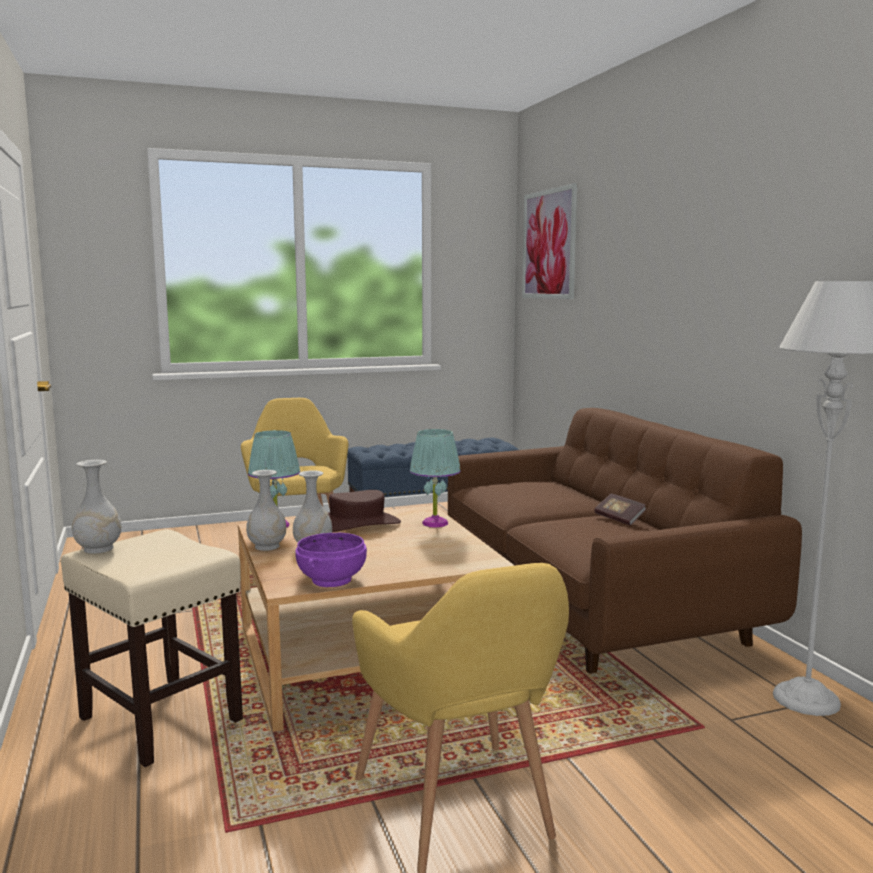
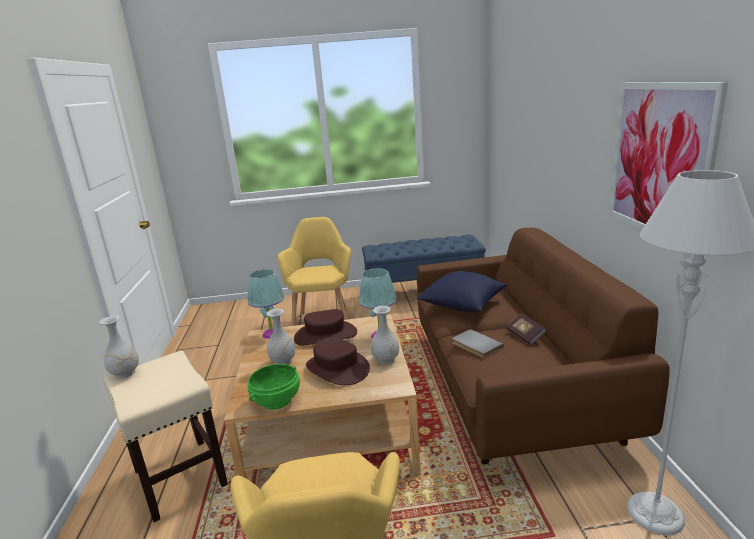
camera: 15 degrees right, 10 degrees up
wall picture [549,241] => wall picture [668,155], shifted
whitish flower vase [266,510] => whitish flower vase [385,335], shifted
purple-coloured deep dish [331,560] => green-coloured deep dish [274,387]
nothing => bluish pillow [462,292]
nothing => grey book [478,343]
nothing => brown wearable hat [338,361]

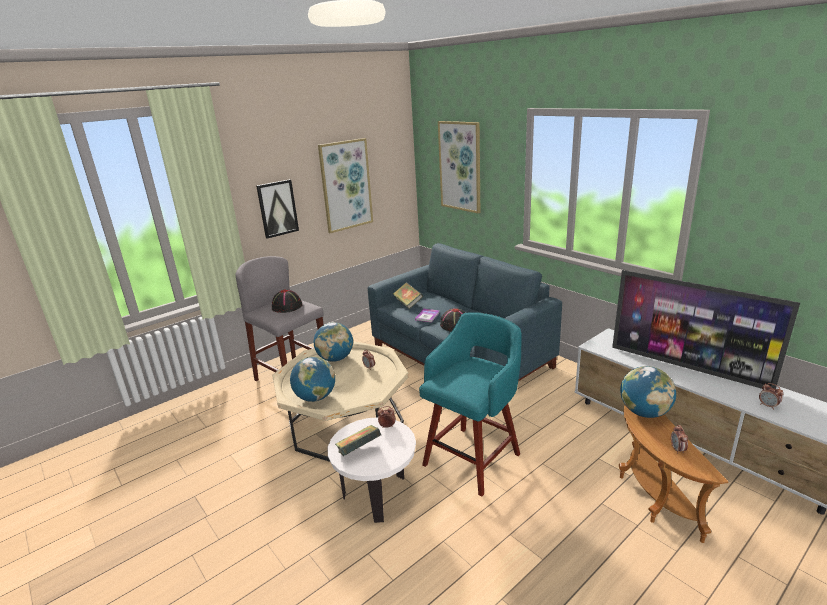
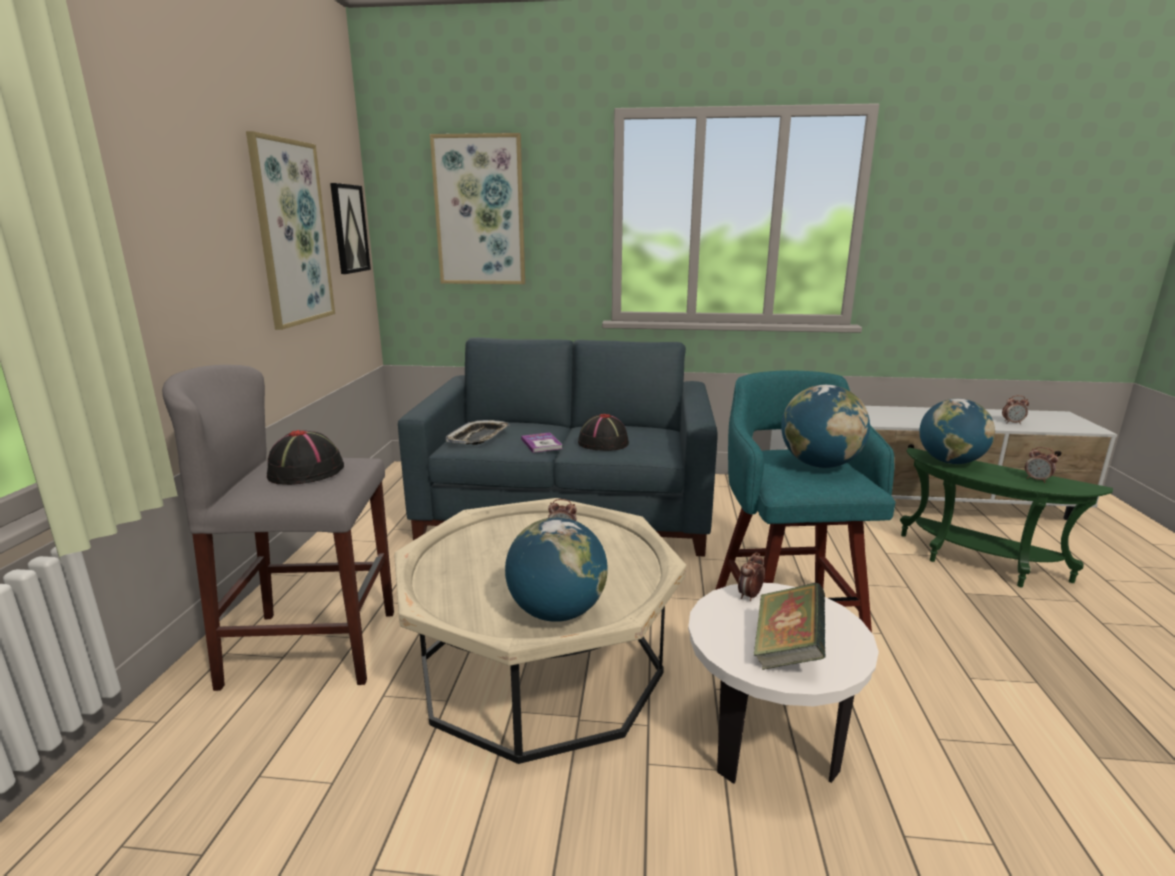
camera: 45 degrees left, 5 degrees down
wall picture [277,209] => wall picture [350,228], shifted
TV [706,329] => nothing
book [408,295] => carrying tray [477,432]
world globe [333,342] => world globe [825,426], shifted
brown end table [673,474] => green-coloured end table [1006,517]

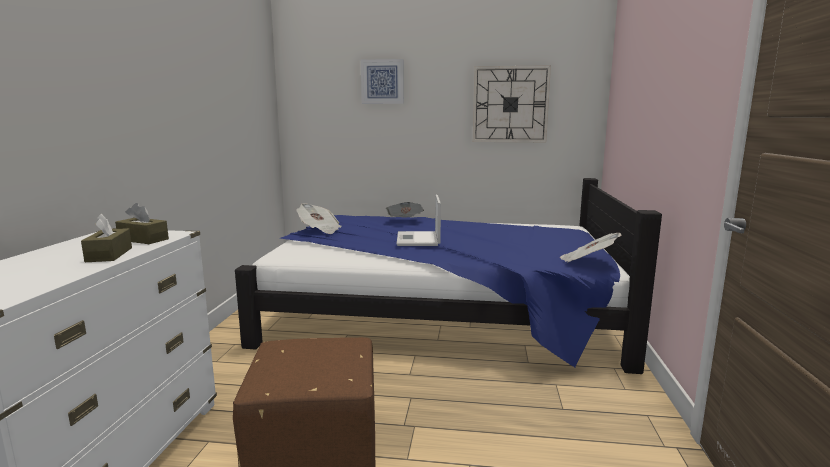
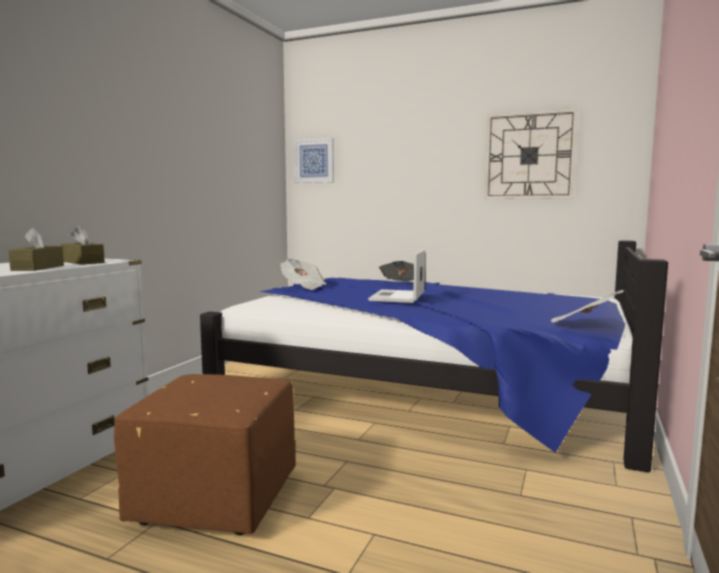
camera: 15 degrees right, 5 degrees down
wall picture [382,81] => wall picture [314,160], shifted

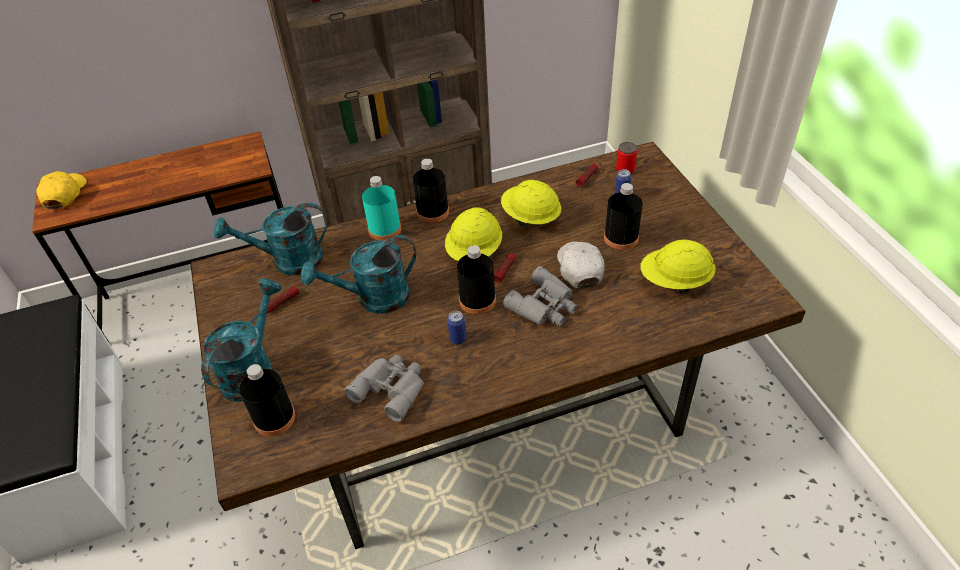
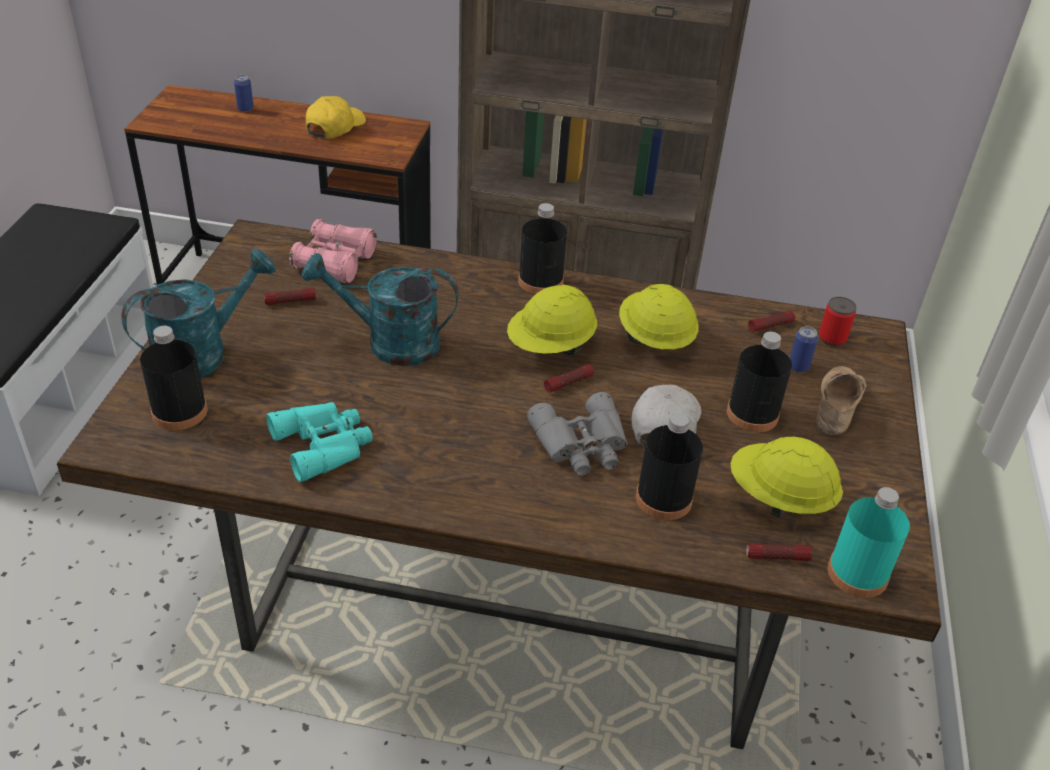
camera: 25 degrees right, 5 degrees down
yellowish peaked cap [61,190] => yellowish peaked cap [336,117], shifted
turquoise bottle [381,208] => turquoise bottle [869,542], shifted
turquoise sprinkling can [270,239] => pink binoculars [333,251]
black-coloured bottle [476,279] => black-coloured bottle [669,466], shifted
can [456,328] => can [244,93], shifted
grey binoculars [384,388] => turquoise binoculars [319,442]
nothing => beige-coloured shoe [841,400]
nothing => flashlight [779,552]

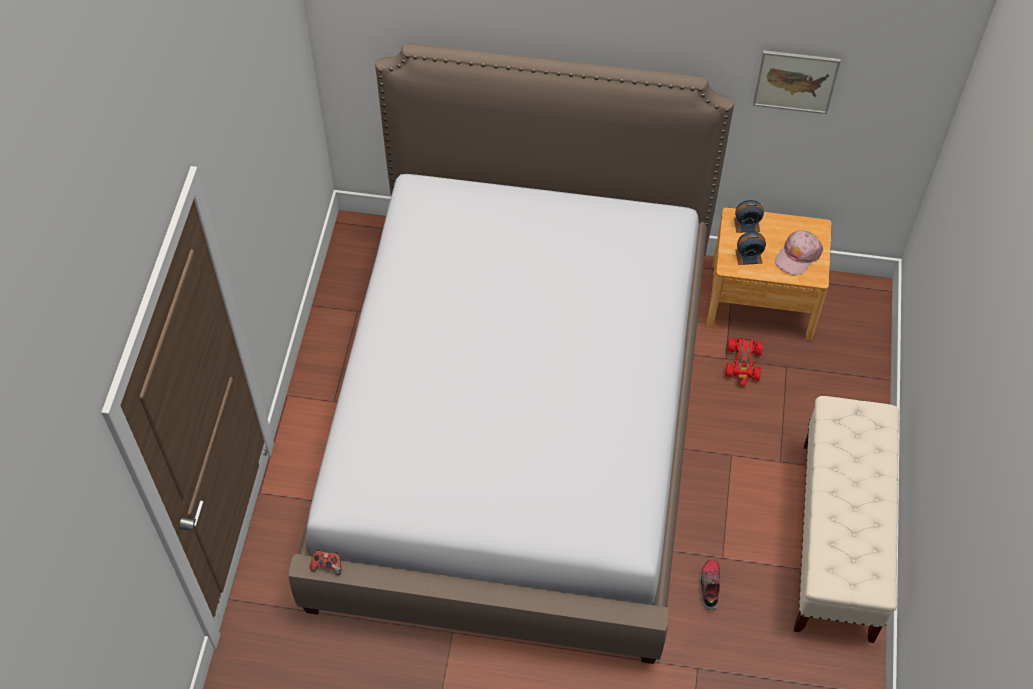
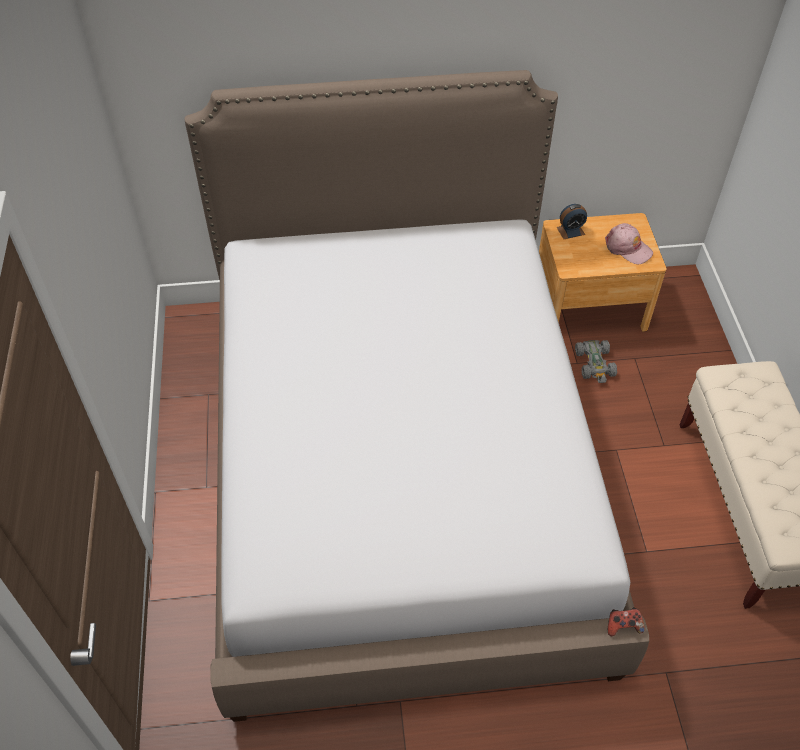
camera: 15 degrees left, 5 degrees down
wall picture [797,82] => nothing
pink peaked cap [799,253] => pink peaked cap [629,243], 75 degrees counterclockwise
alarm clock [750,248] => nothing
reddish miniature car [744,361] => grey miniature car [596,361]
gamepad [325,562] => gamepad [626,621], shifted
shoe [711,584] => nothing

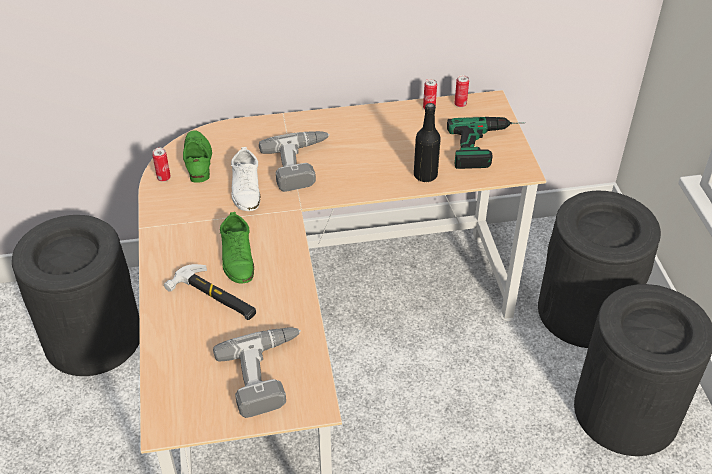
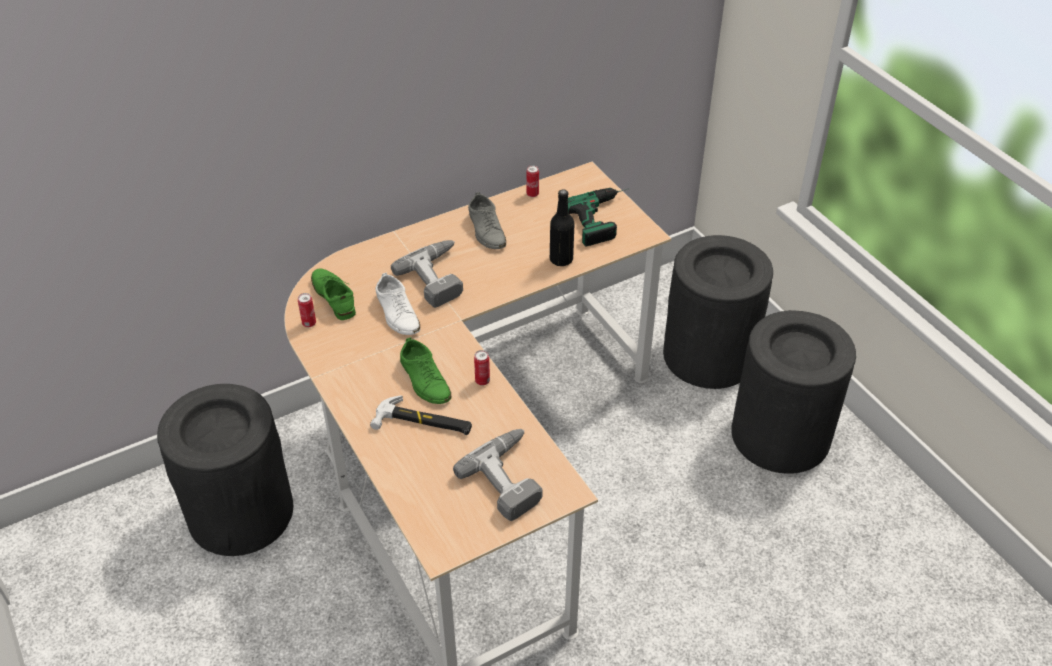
camera: 20 degrees left, 0 degrees up
can [461,91] => can [482,368], shifted
nothing => grey shoe [487,220]

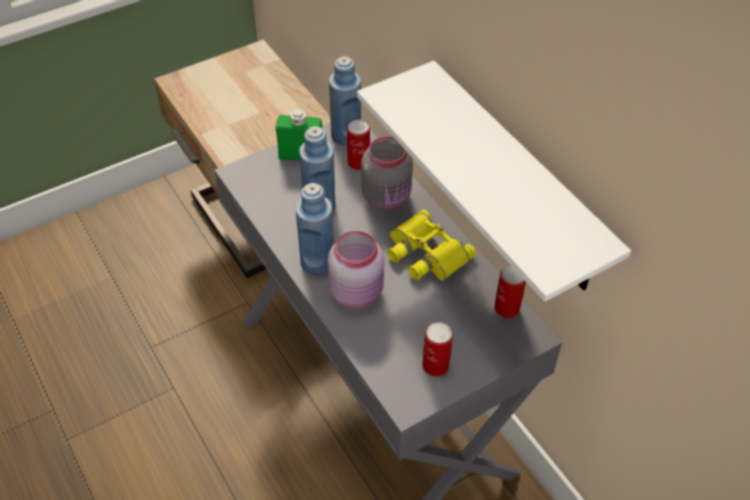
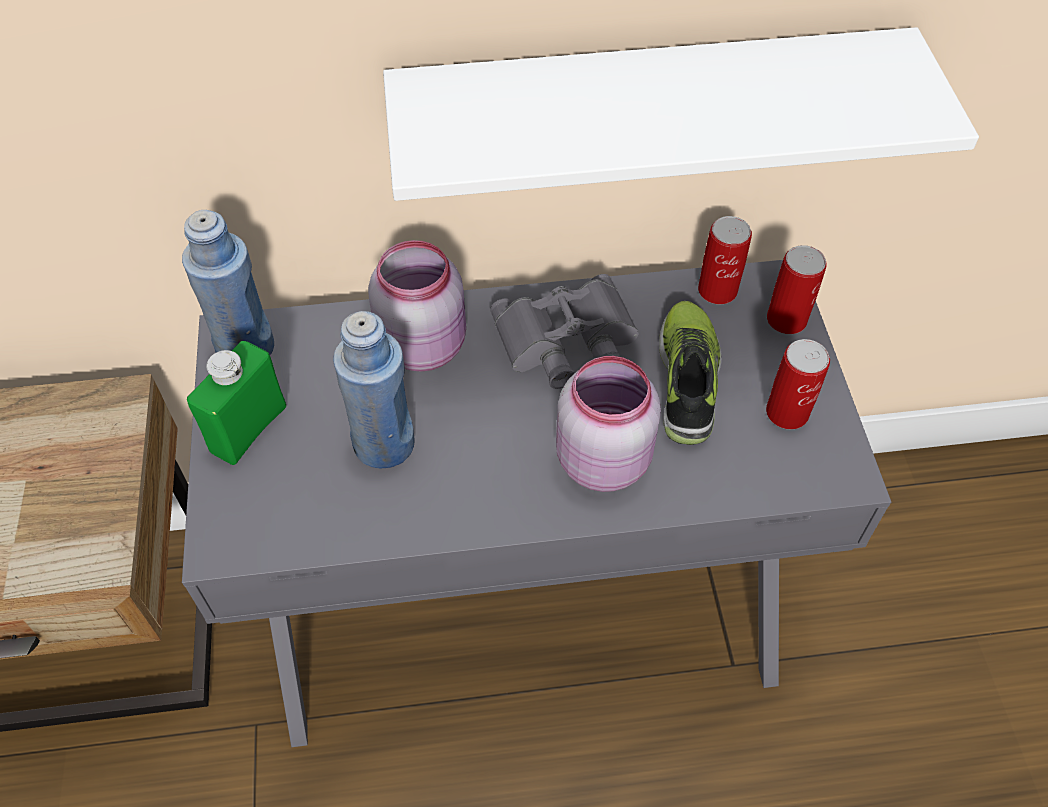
camera: 65 degrees left, 5 degrees up
can [358,145] => can [797,289], shifted
grey storage jar [387,173] => pink storage jar [417,306]
bluish bottle [315,229] => nothing
yellowish binoculars [431,245] => grey binoculars [564,331]
nothing => shoe [690,373]

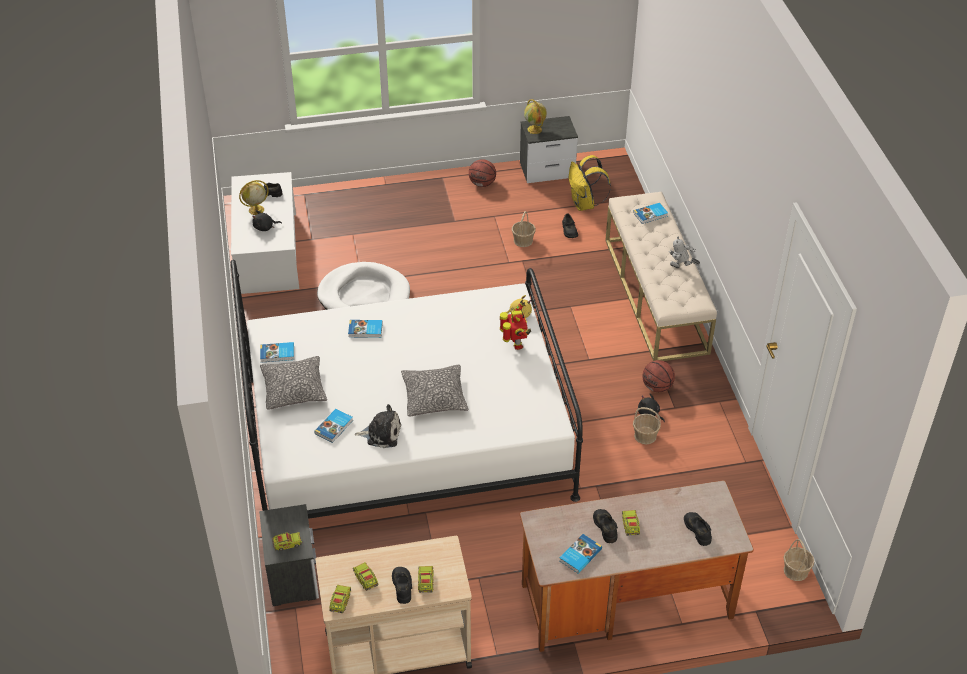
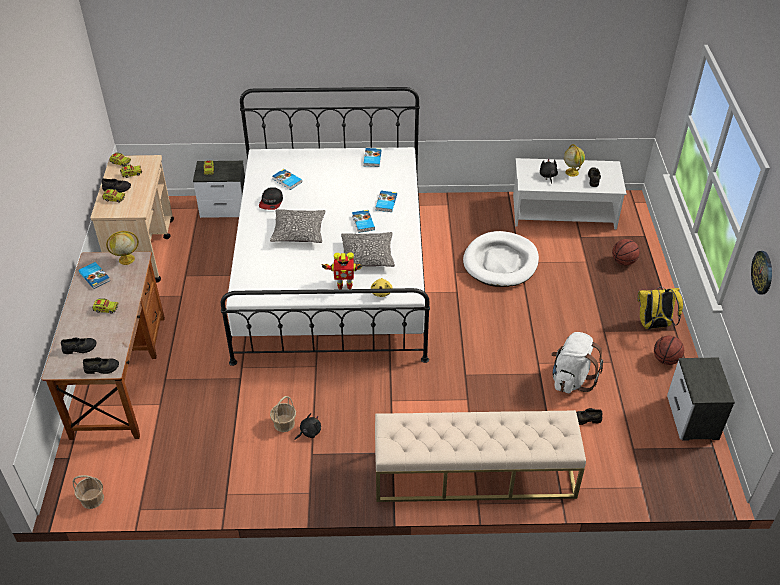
camera: 100 degrees right, 0 degrees up
world globe [535,116] => world globe [122,248], shifted
yellowish rucksack [590,183] => yellowish rucksack [660,308], shifted
book [650,213] => book [363,221], shifted
household basket [524,229] => whitish rucksack [577,362]
robot figure [684,252] => nothing
pillow [293,383] => pillow [368,249], shifted
basketball [658,376] => basketball [626,252], shifted
plush toy [377,426] => peaked cap [271,198]
black-coloured shoe [605,526] => black-coloured shoe [101,365], shifted
nothing => hanging clock [761,273]

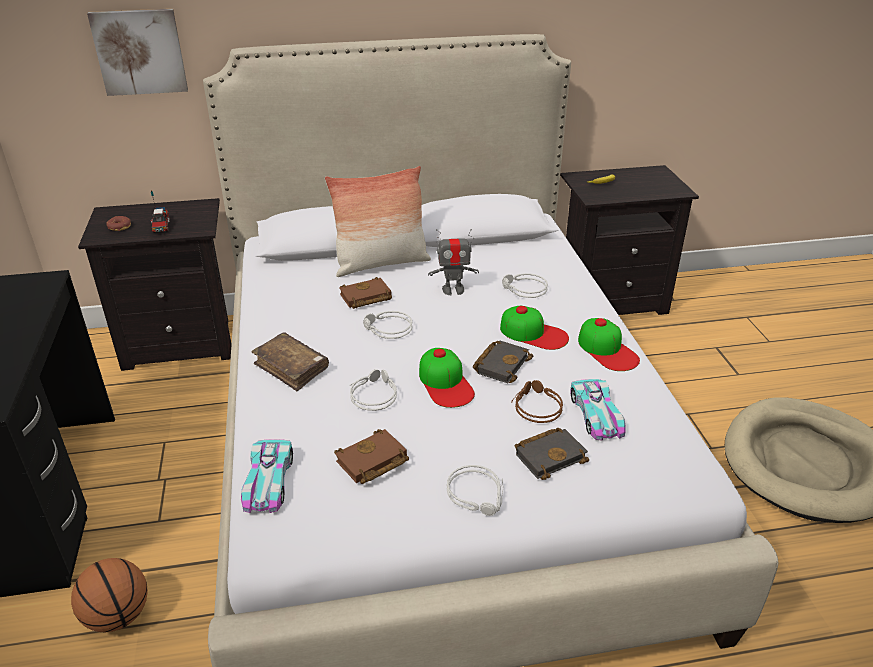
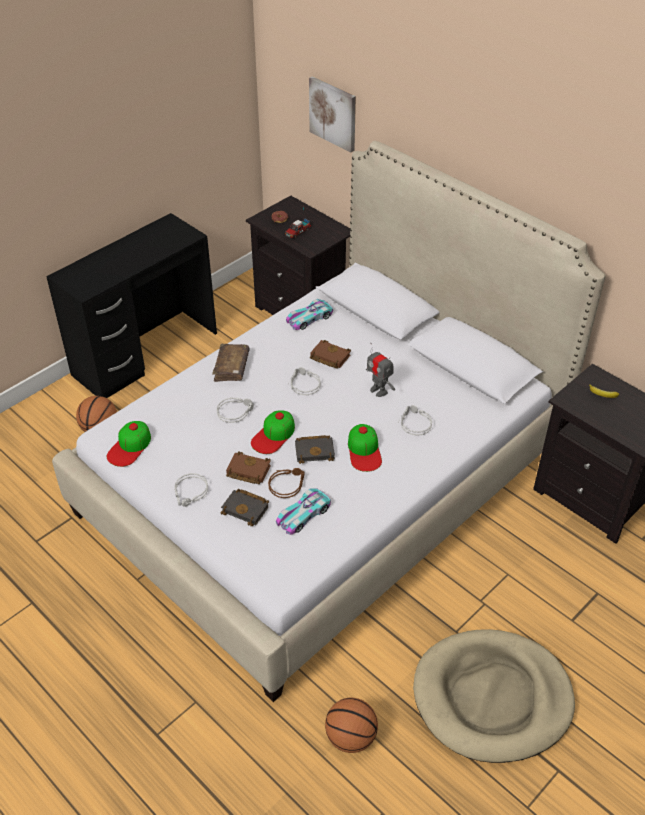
camera: 55 degrees right, 10 degrees up
pillow [378,221] => nothing
peaked cap [609,344] => peaked cap [129,444], shifted
brown book [371,456] => brown book [248,467], shifted
miniature car [267,476] => miniature car [309,314], shifted
nothing => basketball [351,725]

